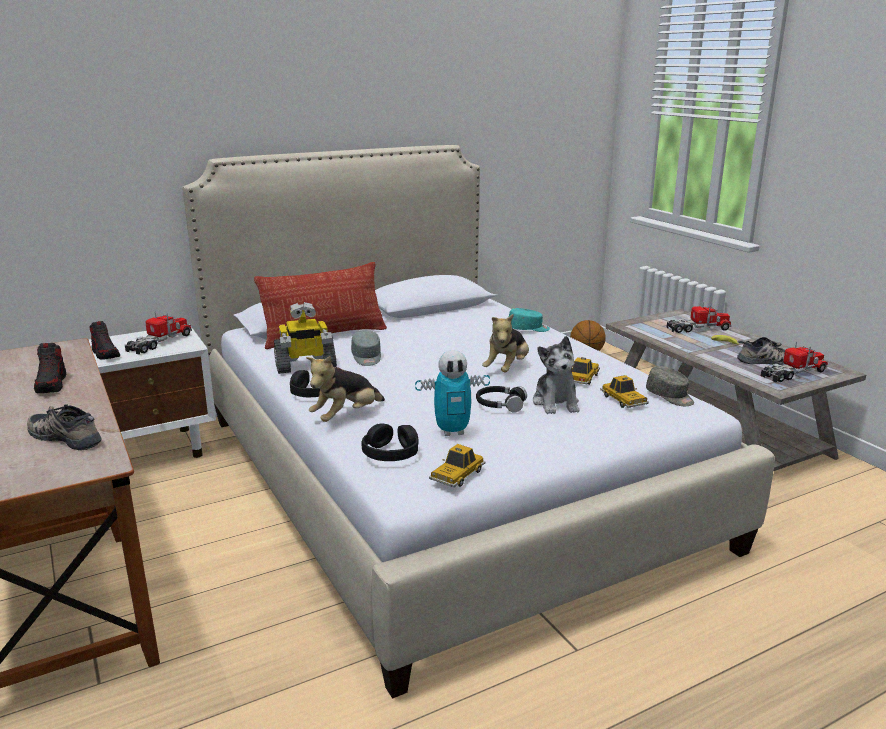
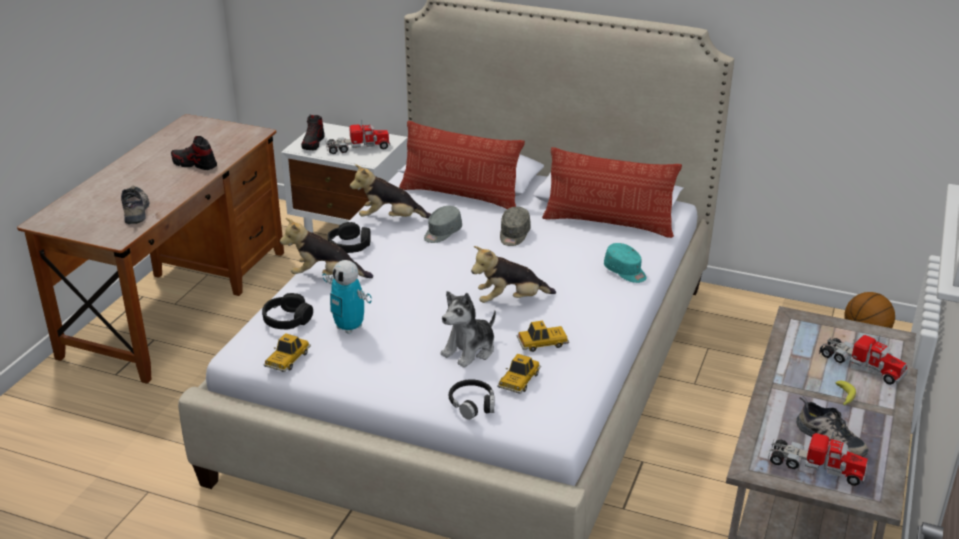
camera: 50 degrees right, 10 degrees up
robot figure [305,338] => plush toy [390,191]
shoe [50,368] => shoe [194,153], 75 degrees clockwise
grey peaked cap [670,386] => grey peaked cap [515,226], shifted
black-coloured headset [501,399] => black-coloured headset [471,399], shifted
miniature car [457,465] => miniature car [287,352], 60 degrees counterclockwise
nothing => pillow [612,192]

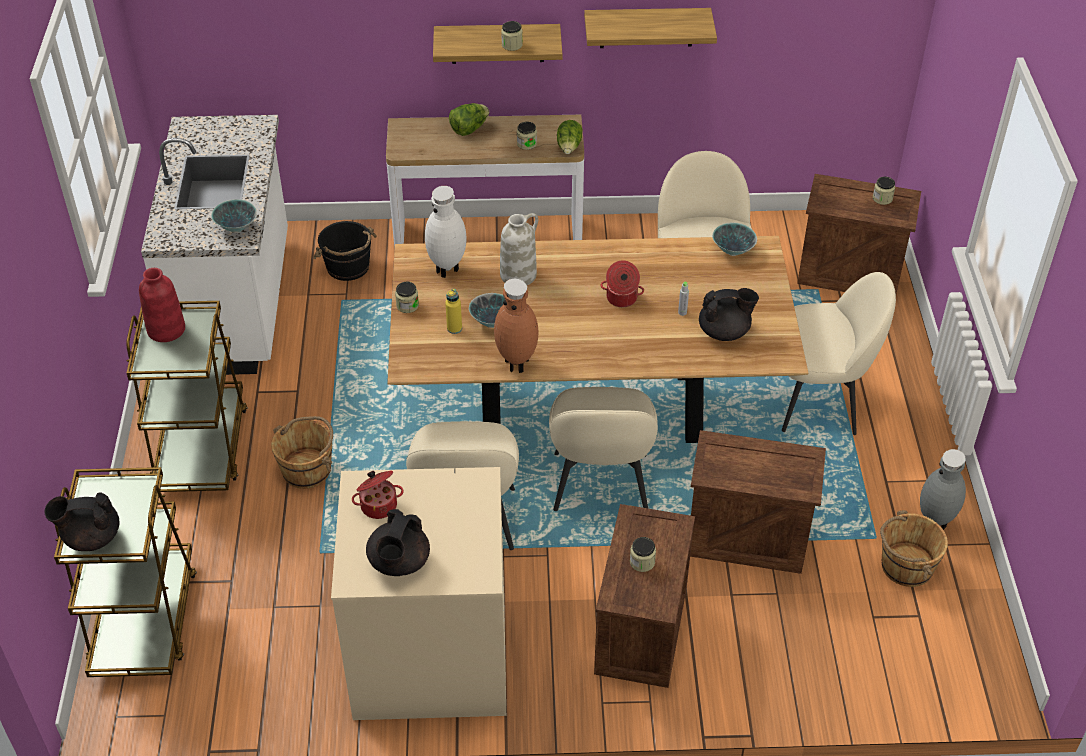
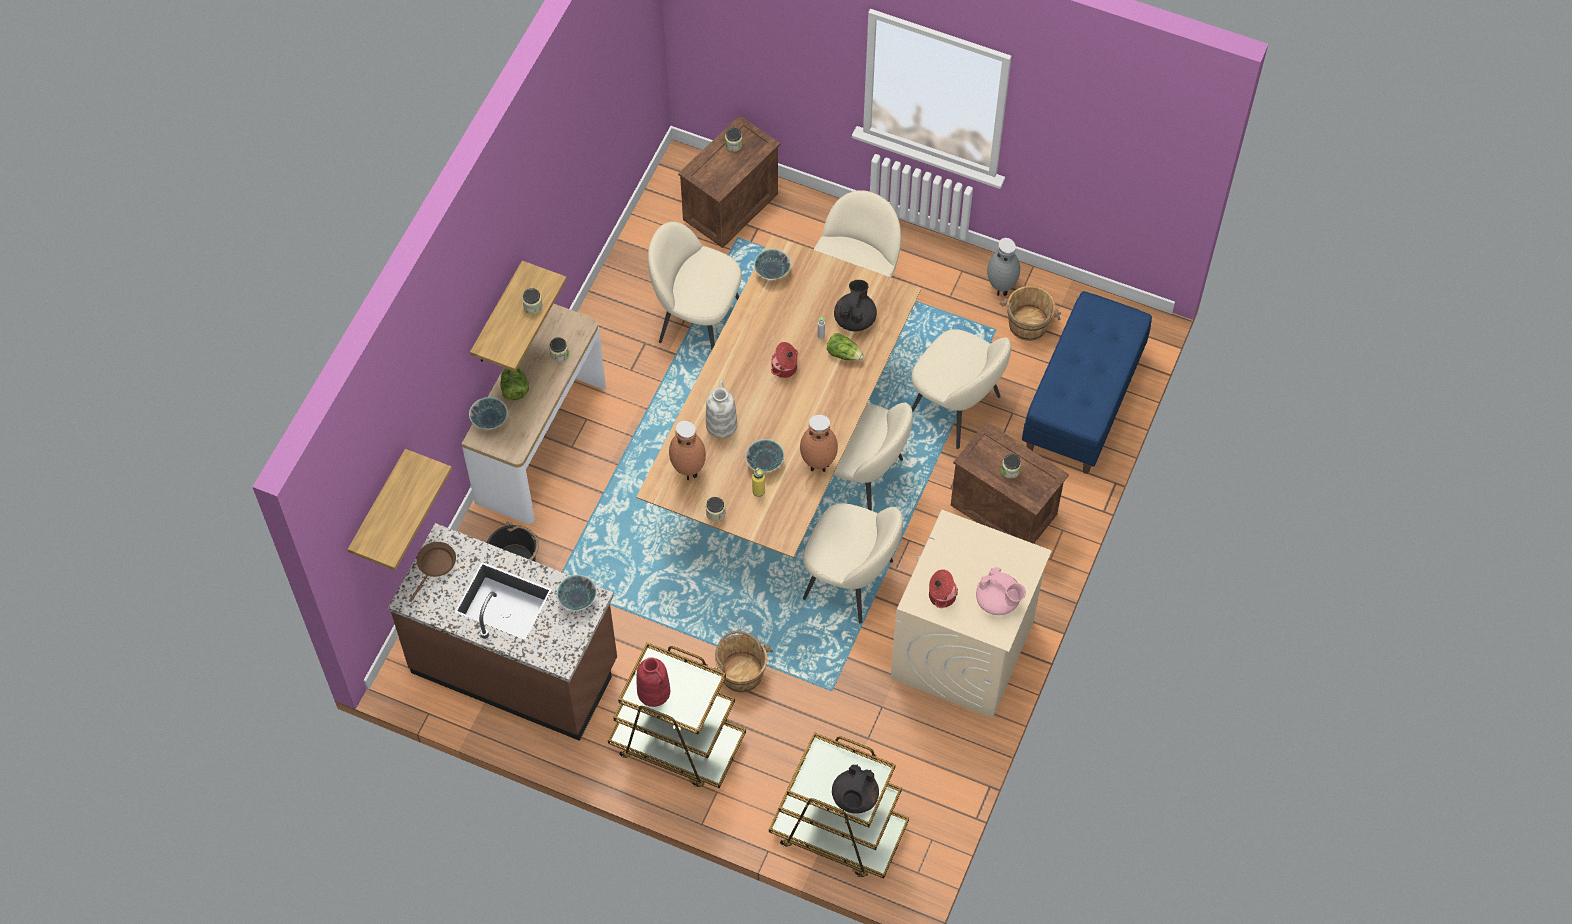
camera: 65 degrees left, 15 degrees up
bracket shelf [650,28] => bracket shelf [400,509], shifted
whitish counter [214,245] => brown counter [502,632]
lettuce head [570,137] => lettuce head [845,347], shifted
whitish flower vase [446,232] => brown flower vase [687,450]
crate [758,502] => beige-coloured chair [961,389]
black-coloured teapot [398,542] => pink teapot [1001,591]
nothing => bluish bench [1087,382]
nothing => deep dish [488,413]
nothing => brown frying pan [432,572]

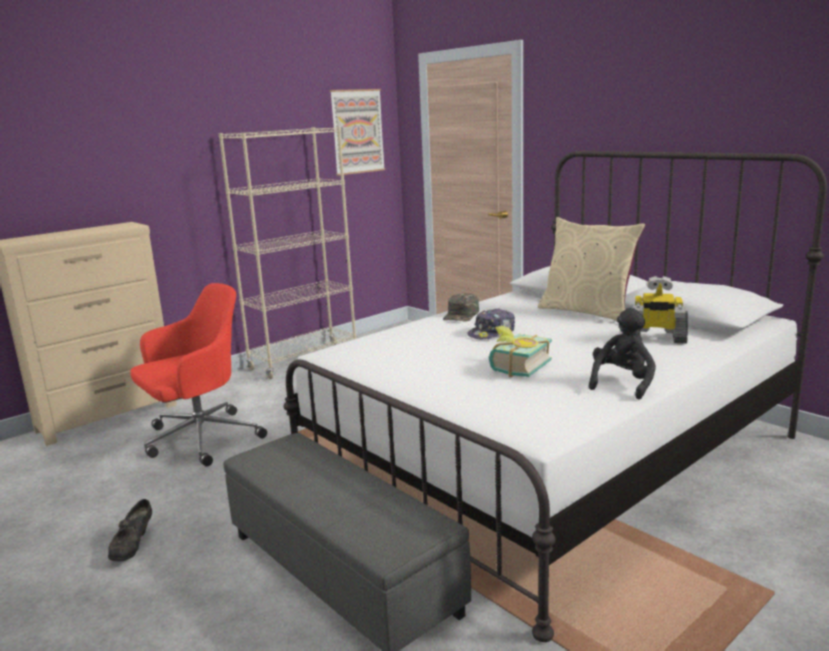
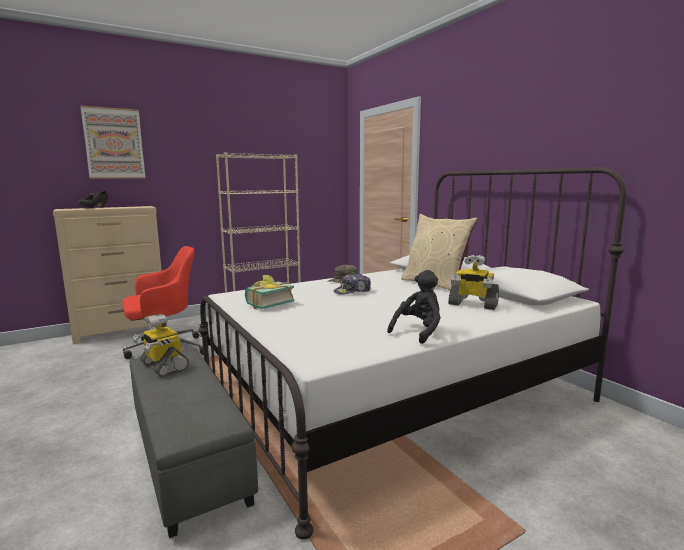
camera: 10 degrees right, 5 degrees down
wall picture [357,132] => wall picture [113,142], shifted
book [520,351] => book [269,292], shifted
black-coloured shoe [130,530] => black-coloured shoe [92,199], shifted
nothing => robot figure [161,345]

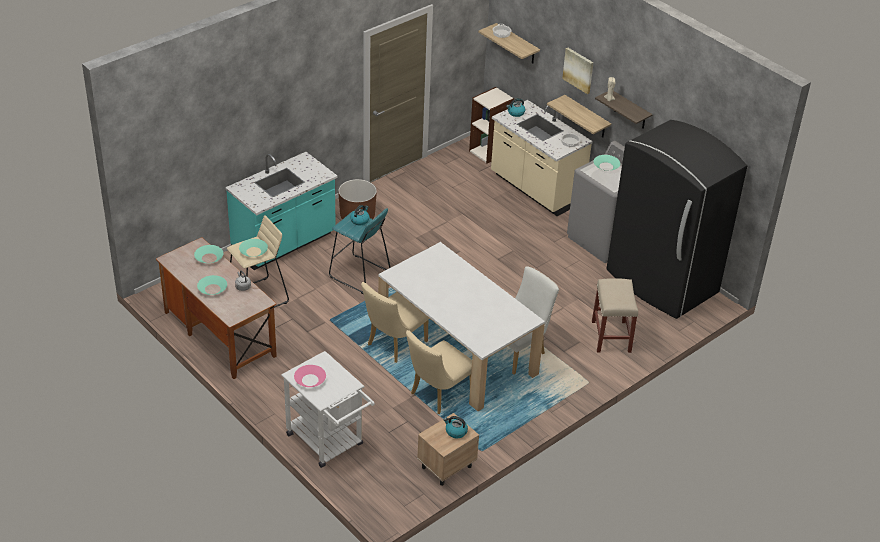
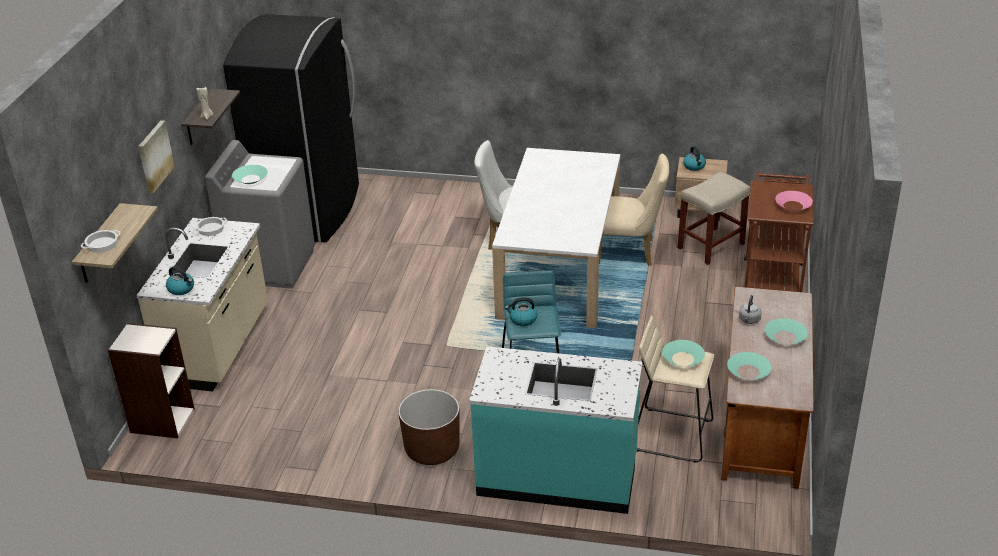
camera: 125 degrees left, 5 degrees down
bracket shelf [579,116] => nothing
beige-coloured sitting stool [615,315] => beige-coloured sitting stool [713,218], shifted
beige-coloured chair [395,322] => nothing
whitish wheeled cart [328,409] => brown wheeled cart [779,231]

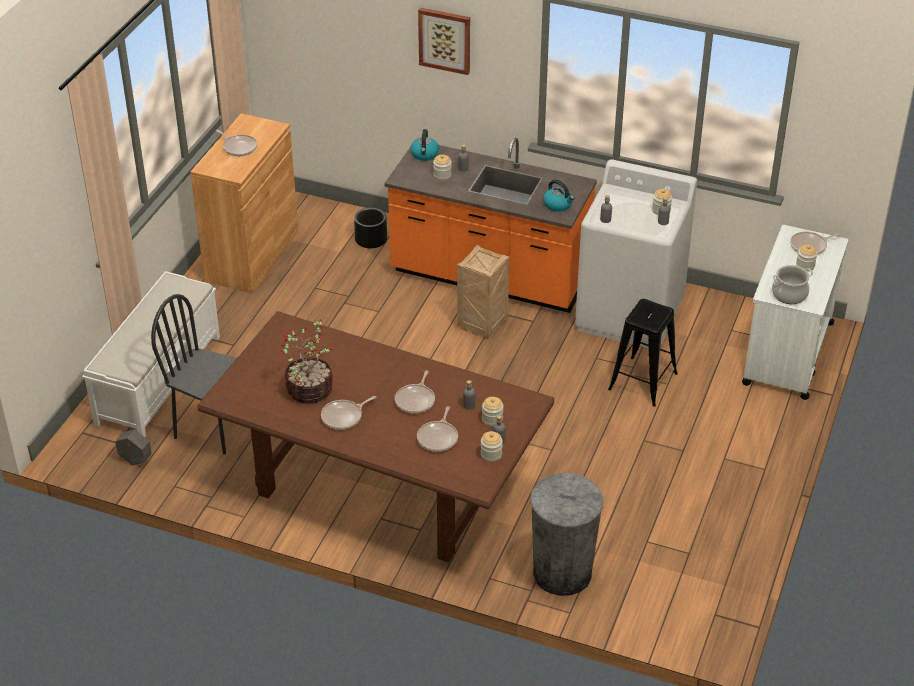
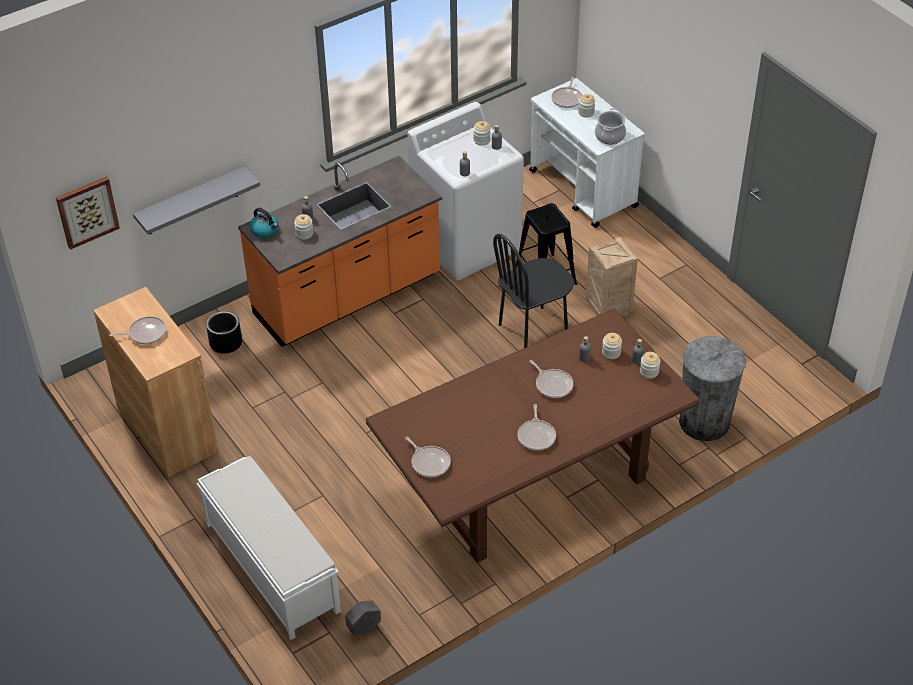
camera: 55 degrees left, 5 degrees up
wall picture [444,41] => wall picture [88,213], shifted
water kettle [558,196] => nothing
crate [483,292] => crate [612,277], shifted
black-coloured chair [194,374] => black-coloured chair [533,291], shifted
potted plant [306,361] => nothing
frying pan [437,429] => frying pan [428,457], shifted
nothing => grey bracket shelf [196,200]

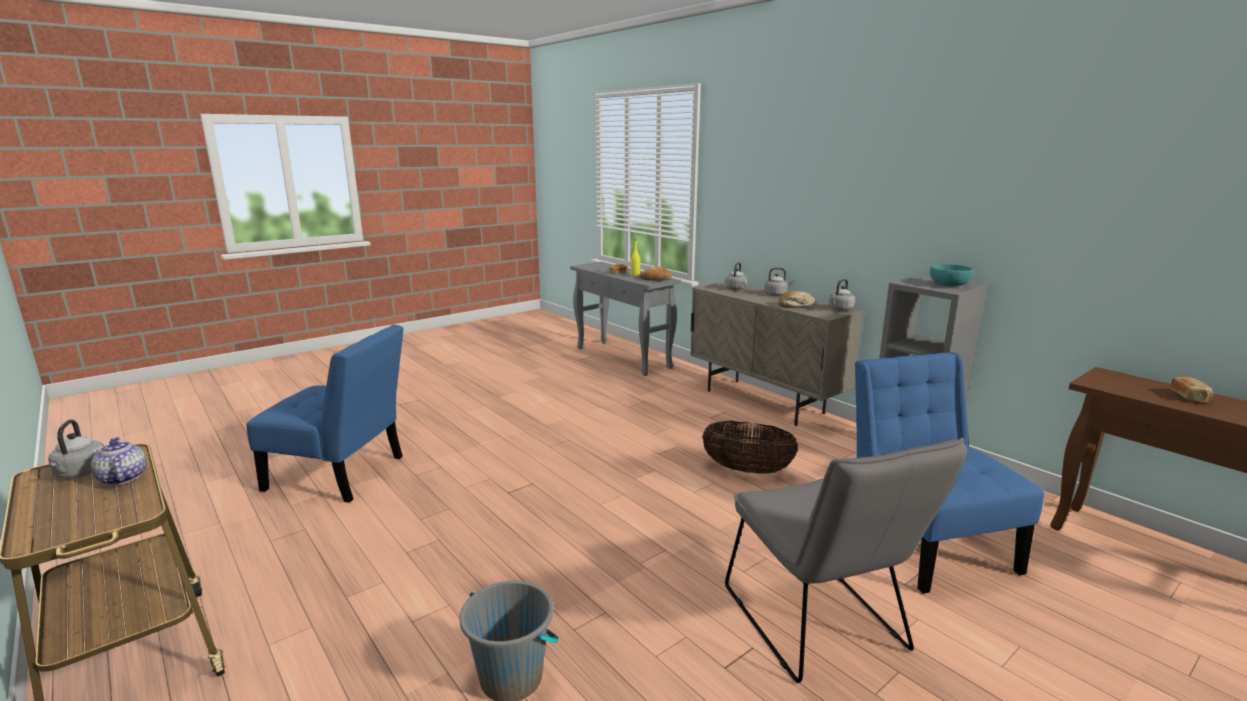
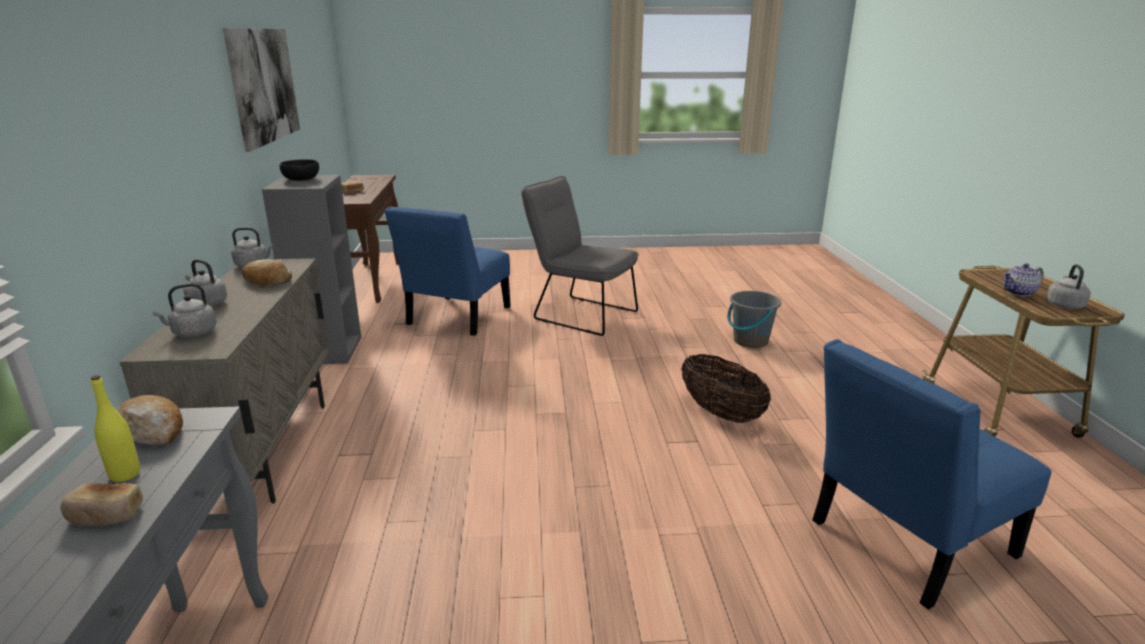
camera: 145 degrees left, 5 degrees up
turquoise deep dish [952,275] => black-coloured deep dish [299,170]
bluish chair [325,414] => bluish chair [931,474], 75 degrees counterclockwise
household basket [750,447] => household basket [726,388], shifted
teapot [118,461] => teapot [1023,279], 75 degrees clockwise
grey chair [846,560] => grey chair [580,256], 75 degrees counterclockwise
nothing => wall picture [261,90]

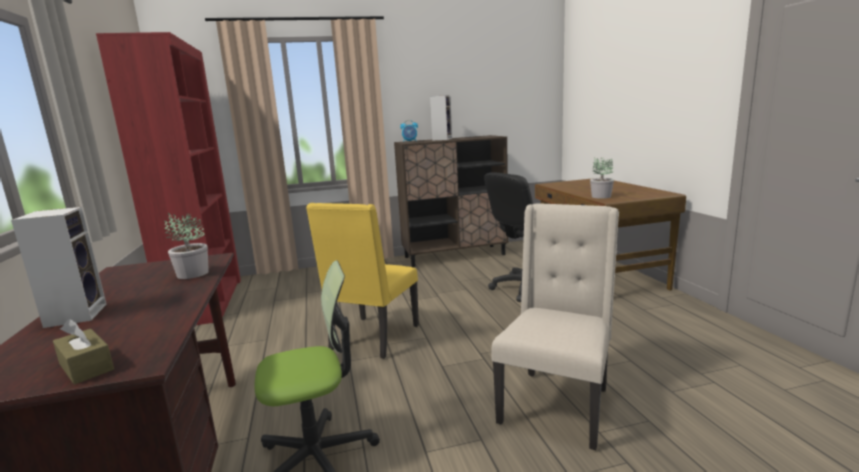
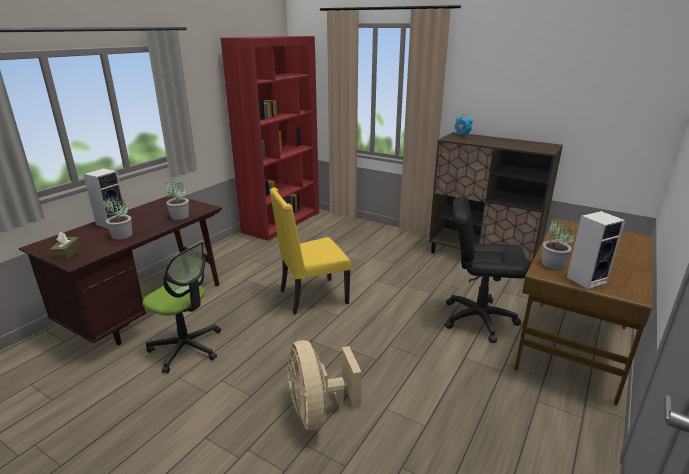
camera: 45 degrees right, 10 degrees up
speaker [441,117] => speaker [596,250], shifted
beige-coloured chair [555,326] => beige-coloured electric fan [325,385]
nothing => potted plant [117,217]

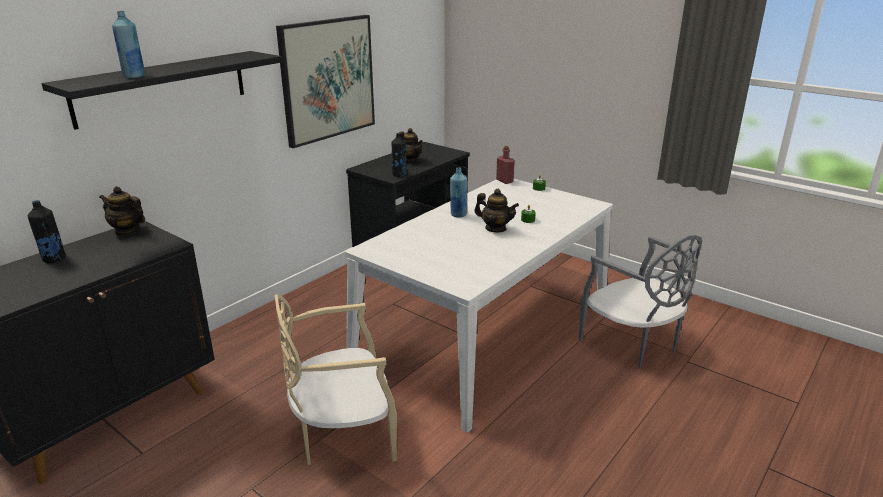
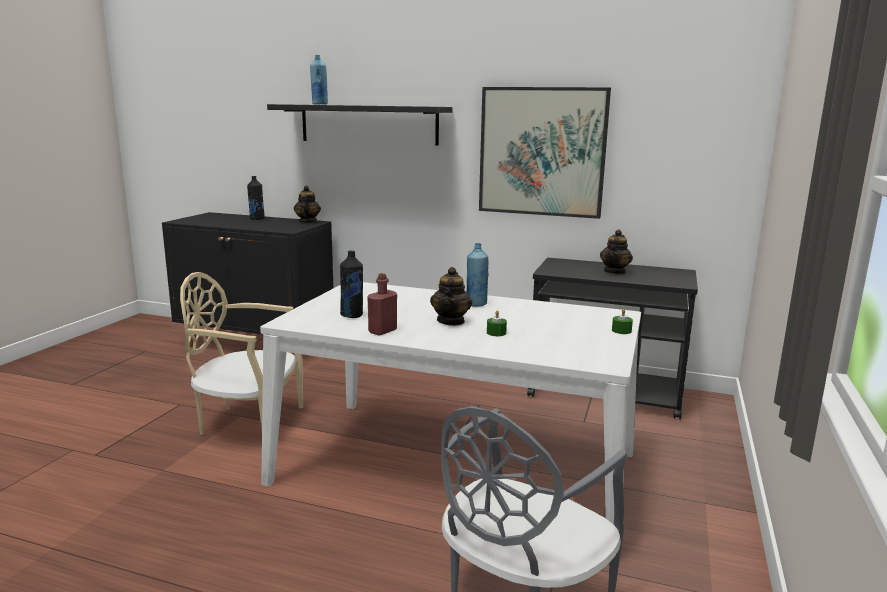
camera: 70 degrees right, 10 degrees down
black-coloured bottle [399,155] => black-coloured bottle [351,284], shifted
reddish bottle [505,165] => reddish bottle [382,304], shifted
beige-coloured chair [336,379] => beige-coloured chair [241,353], 45 degrees counterclockwise

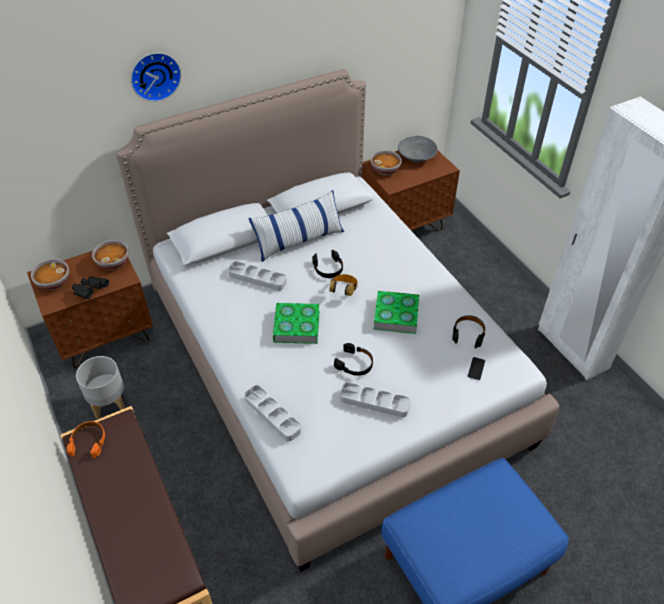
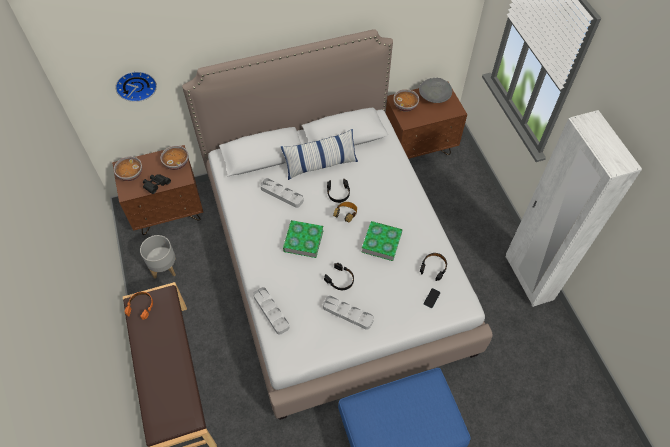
camera: 10 degrees right, 10 degrees up
hanging clock [156,77] => hanging clock [136,86], shifted

